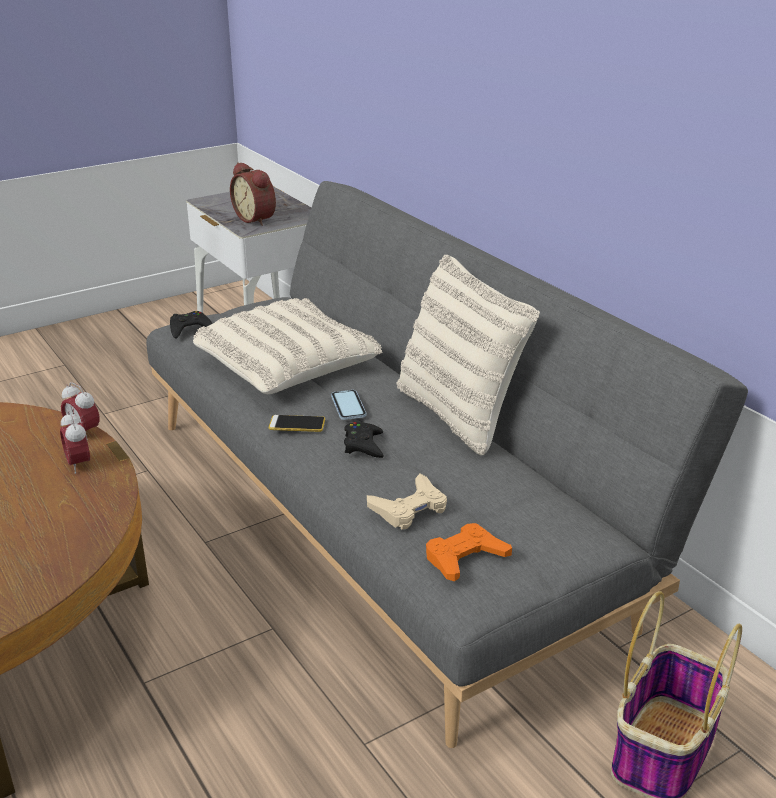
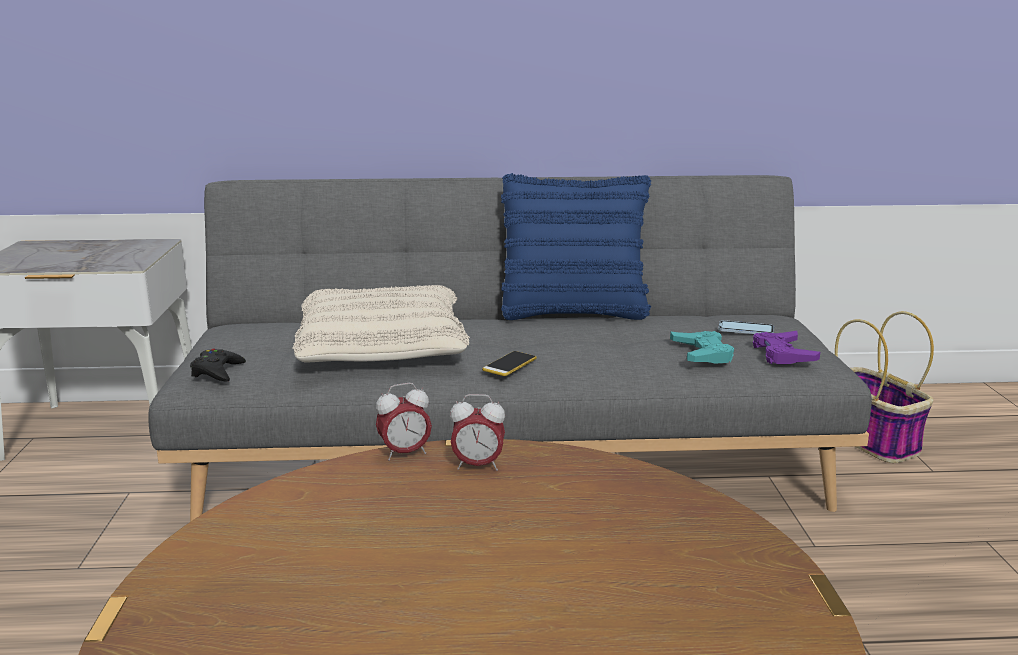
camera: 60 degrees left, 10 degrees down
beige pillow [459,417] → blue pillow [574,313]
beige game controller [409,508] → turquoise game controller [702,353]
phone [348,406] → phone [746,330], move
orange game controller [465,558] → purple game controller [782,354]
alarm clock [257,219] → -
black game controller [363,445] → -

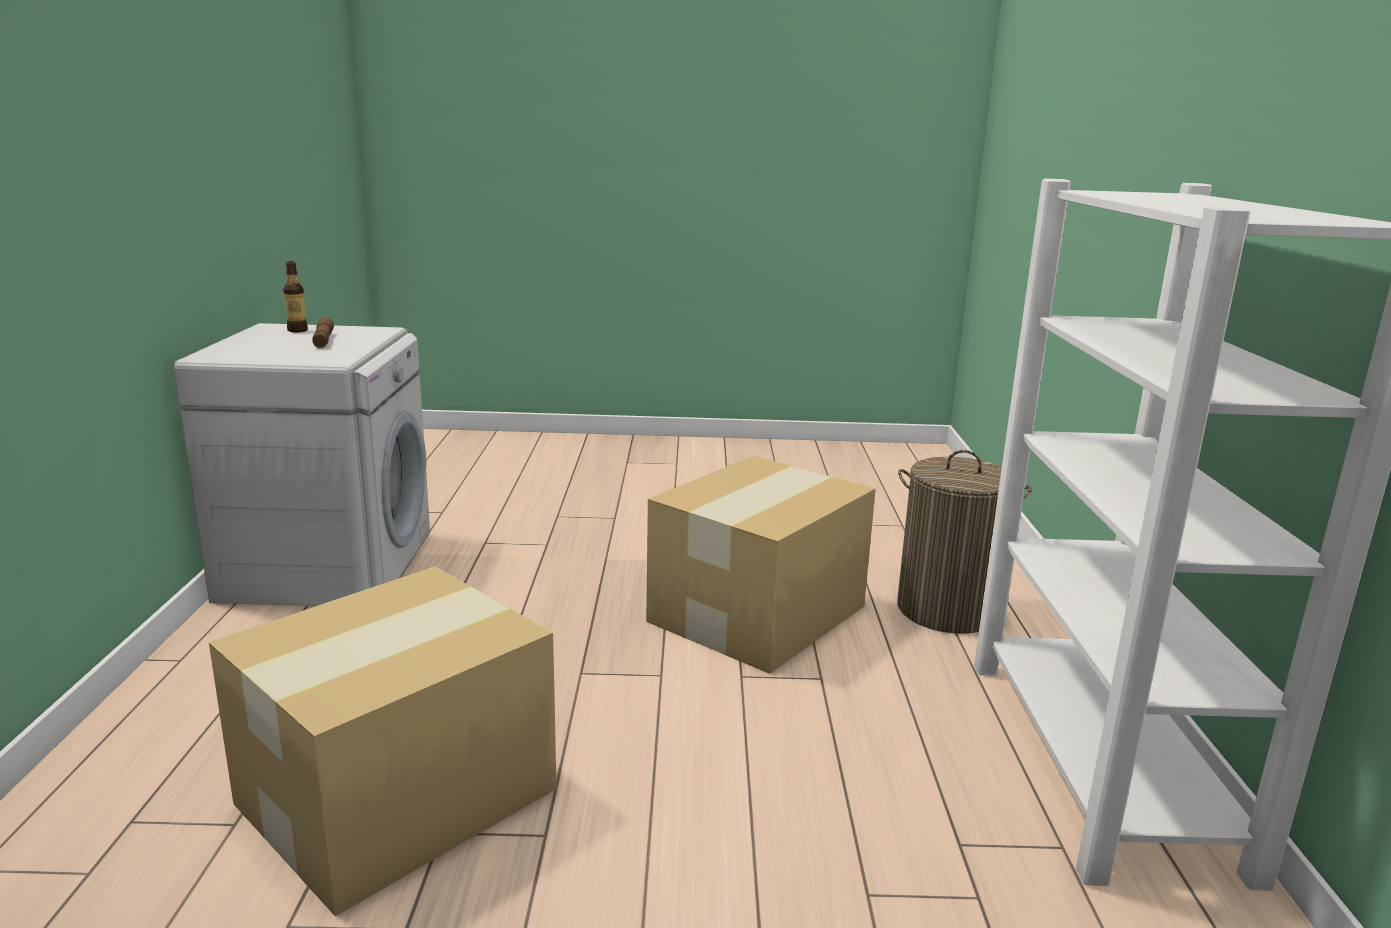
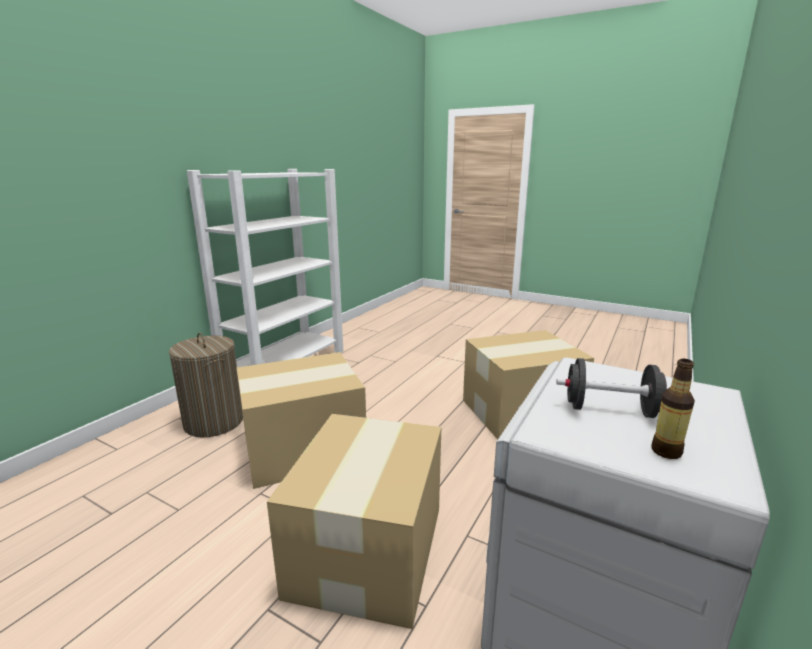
camera: 150 degrees left, 0 degrees up
- → cardboard box [366,551]
brown flashlight [323,340] → black dumbbell [610,410]

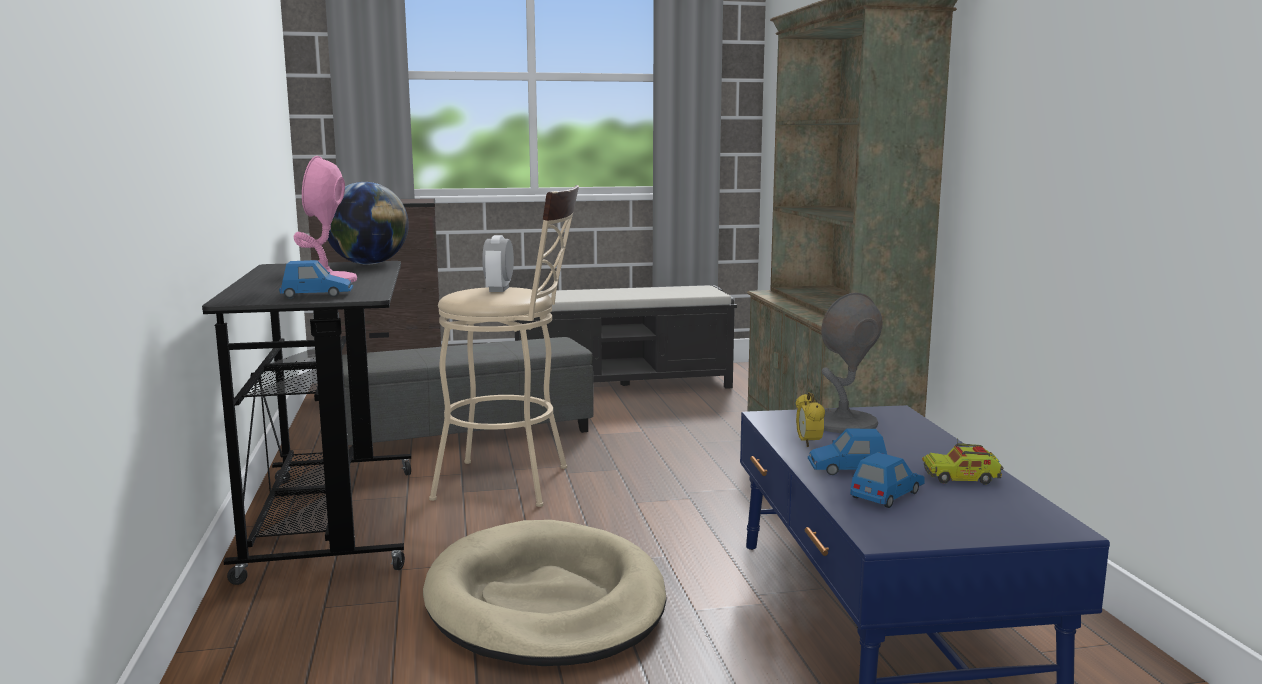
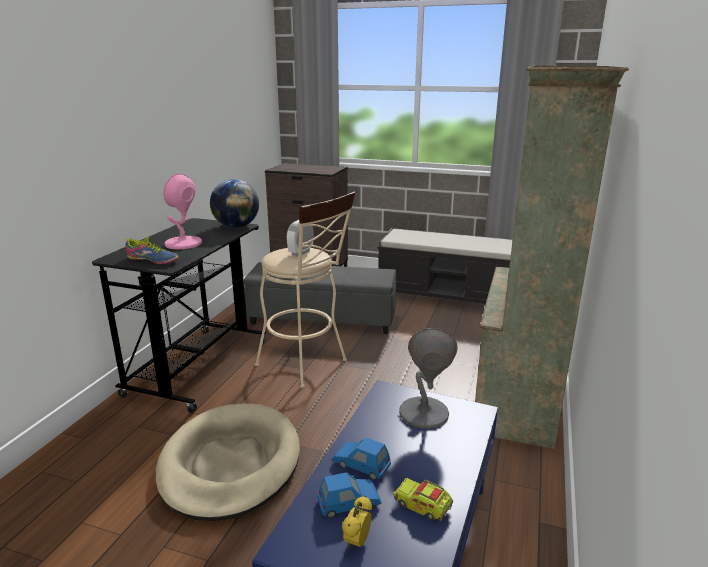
camera: 30 degrees right, 10 degrees up
blue toy car [317,295] → shoe [153,260]
alarm clock [808,443] → alarm clock [357,542], move

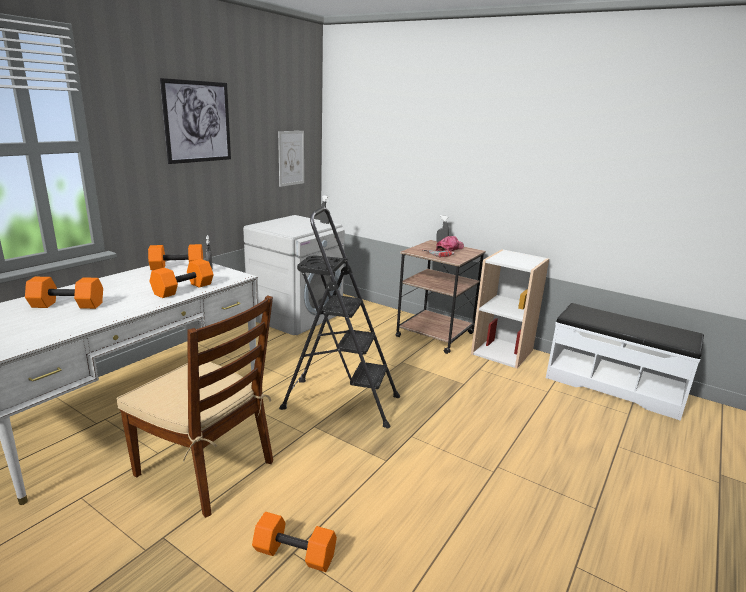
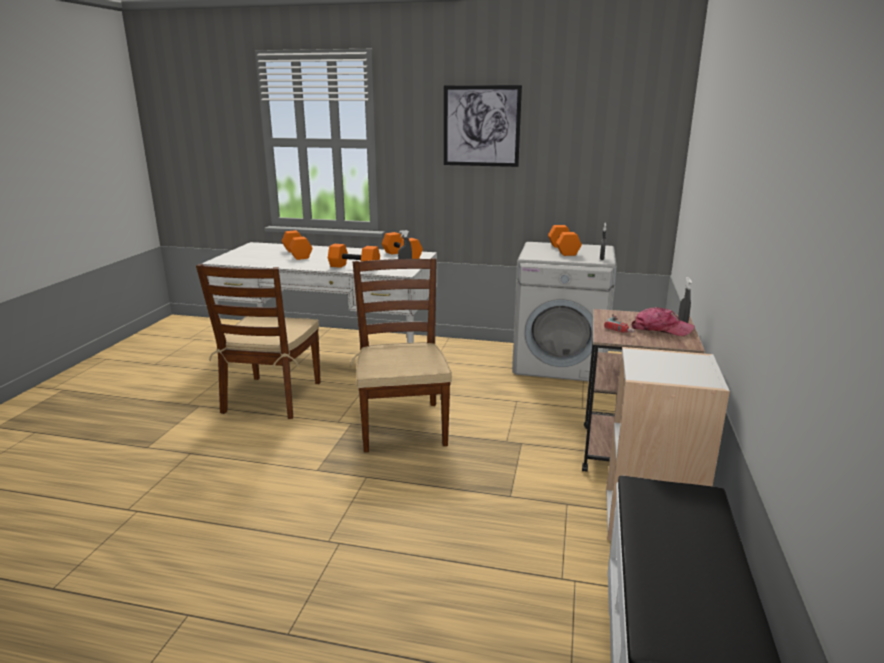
camera: 70 degrees right, 0 degrees up
step ladder [339,401] → brown chair [402,425]
orange dumbbell [296,553] → orange dumbbell [564,250], move
picture [291,158] → -

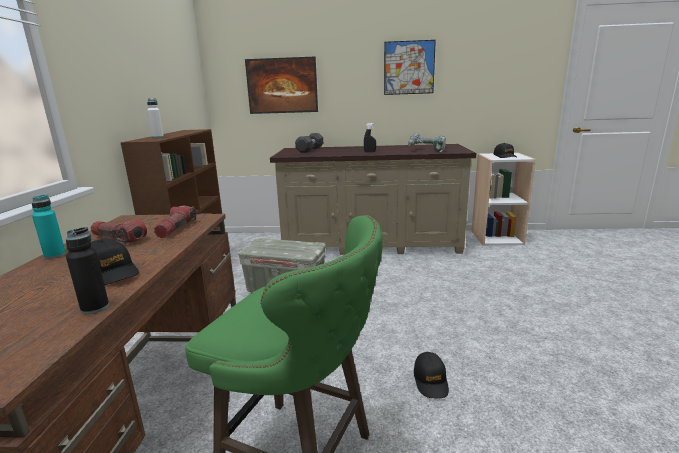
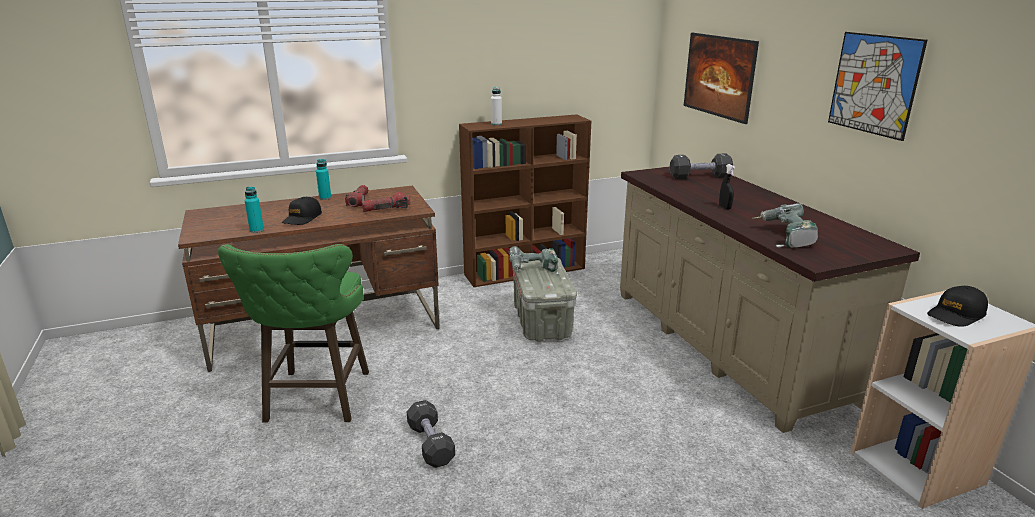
camera: 65 degrees right, 5 degrees up
black bottle [95,308] → turquoise bottle [256,230]
black cap [431,380] → black dumbbell [430,444]
- → power drill [533,271]

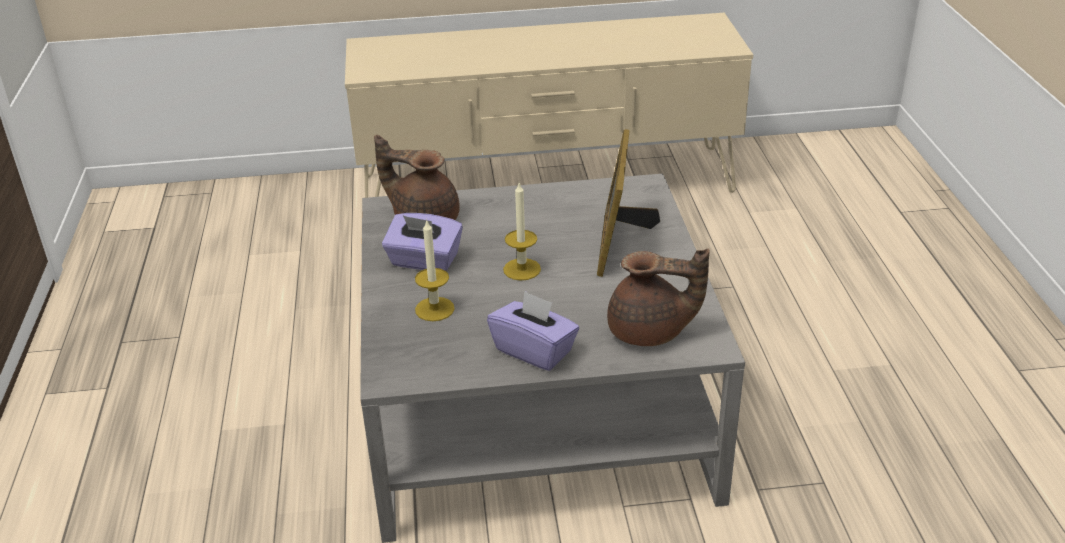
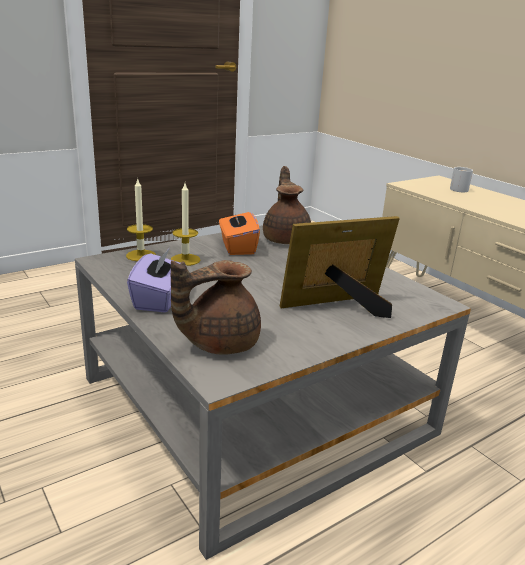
camera: 60 degrees right, 10 degrees down
candle [522,269] → candle [141,255], move
brown teapot [650,332] → brown teapot [218,342], 75 degrees clockwise
purple tissue box [424,261] → orange tissue box [237,247]
- → white mug [458,188]

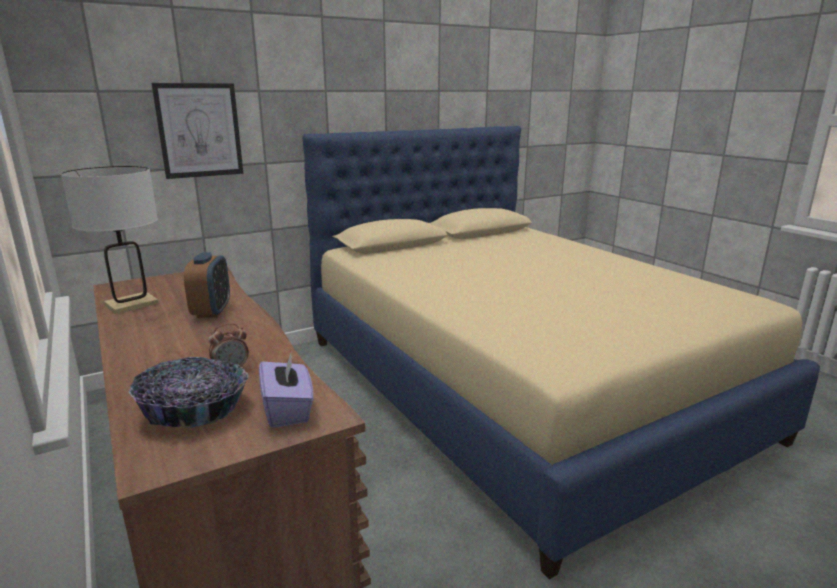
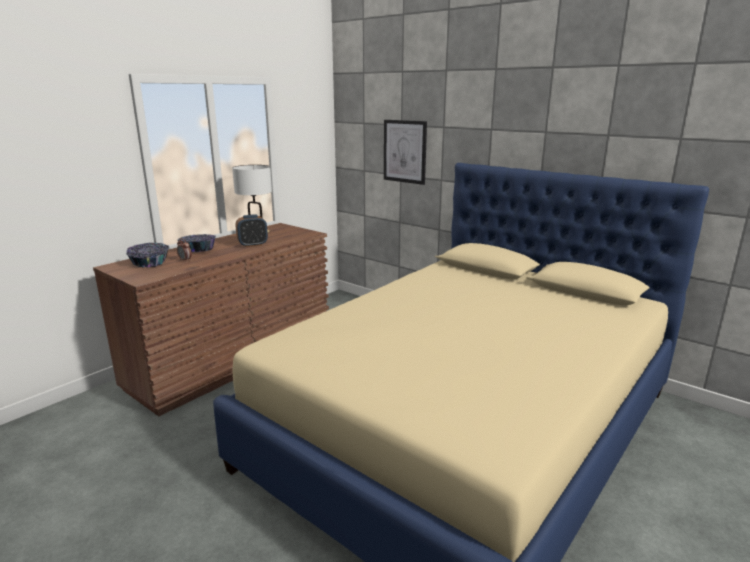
camera: 70 degrees right, 0 degrees up
- → bowl [198,250]
purple tissue box [288,410] → -

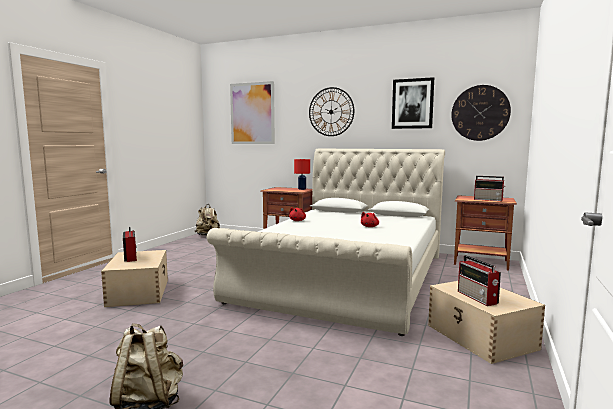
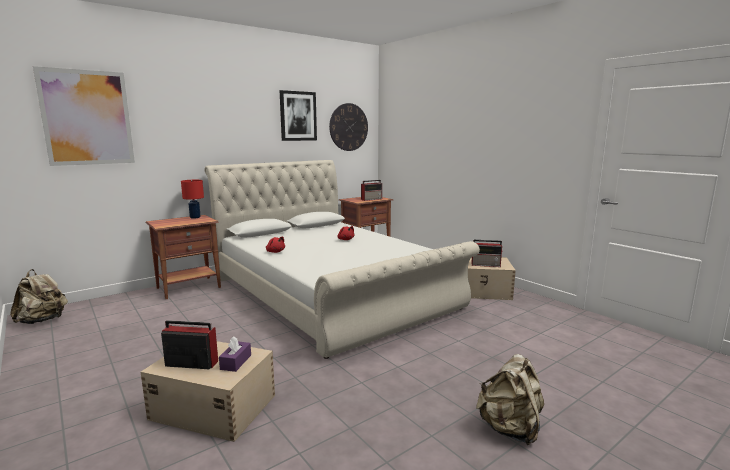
camera: 60 degrees left, 5 degrees up
- → purple tissue box [236,362]
wall clock [331,112] → -

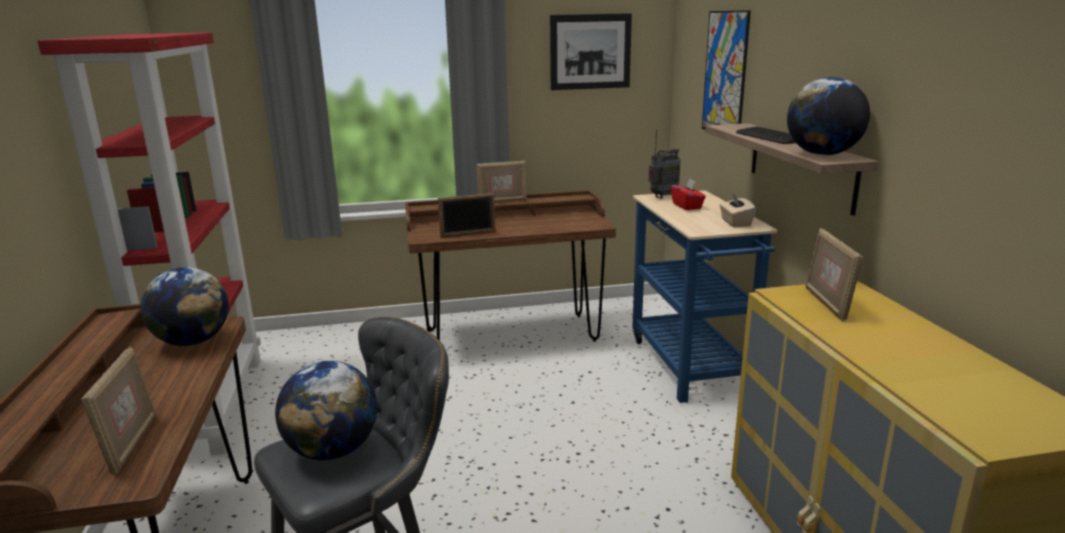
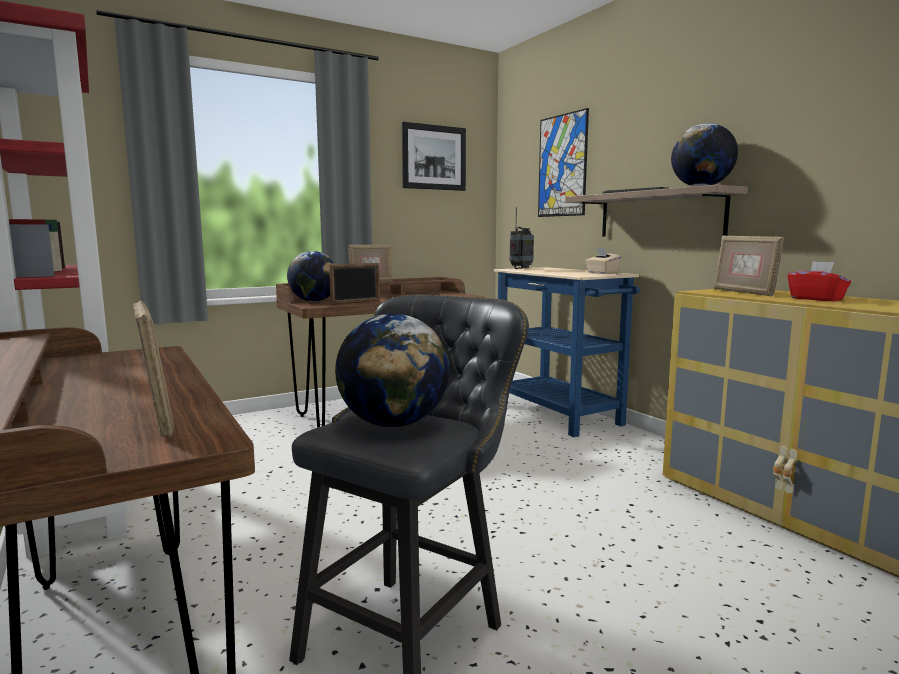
camera: 20 degrees left, 10 degrees down
globe [193,341] → globe [314,301], move
red tissue box [687,206] → red tissue box [816,299], move

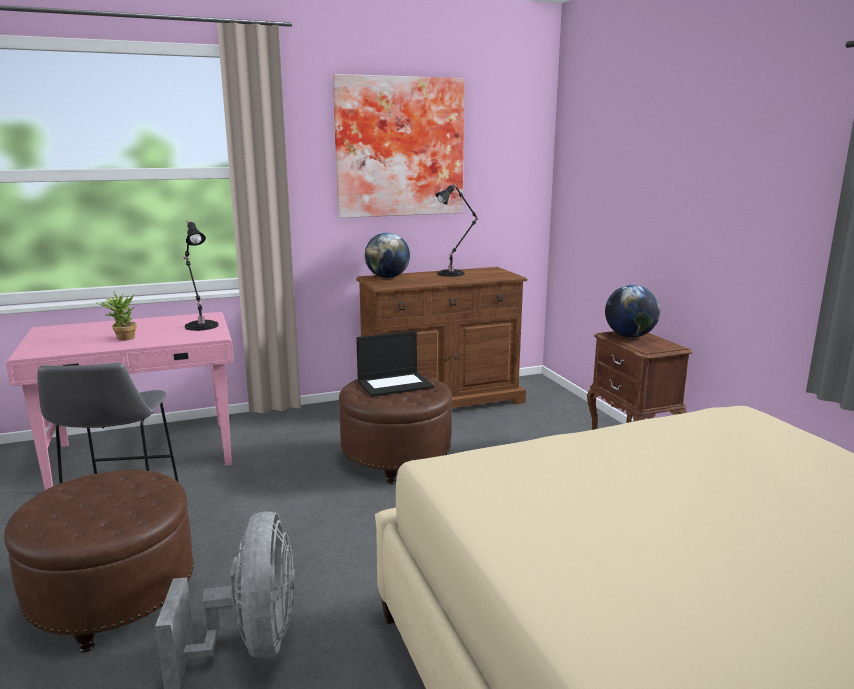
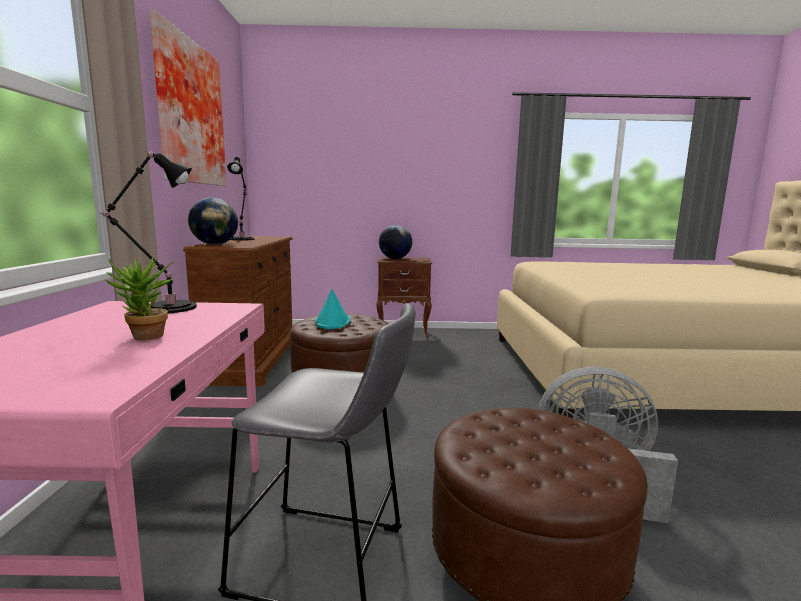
camera: 70 degrees left, 5 degrees down
laptop [395,384] → turquoise hat [332,322]

